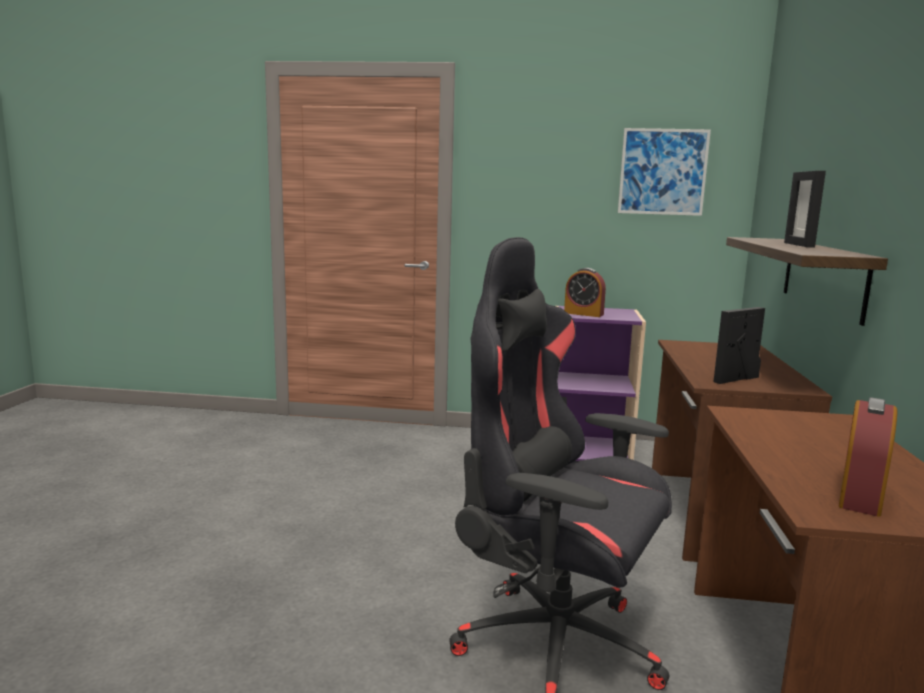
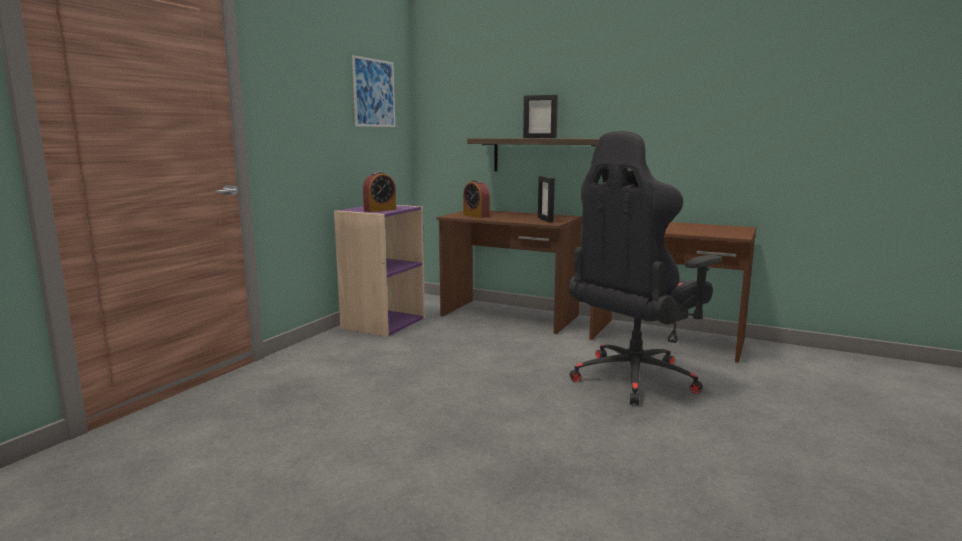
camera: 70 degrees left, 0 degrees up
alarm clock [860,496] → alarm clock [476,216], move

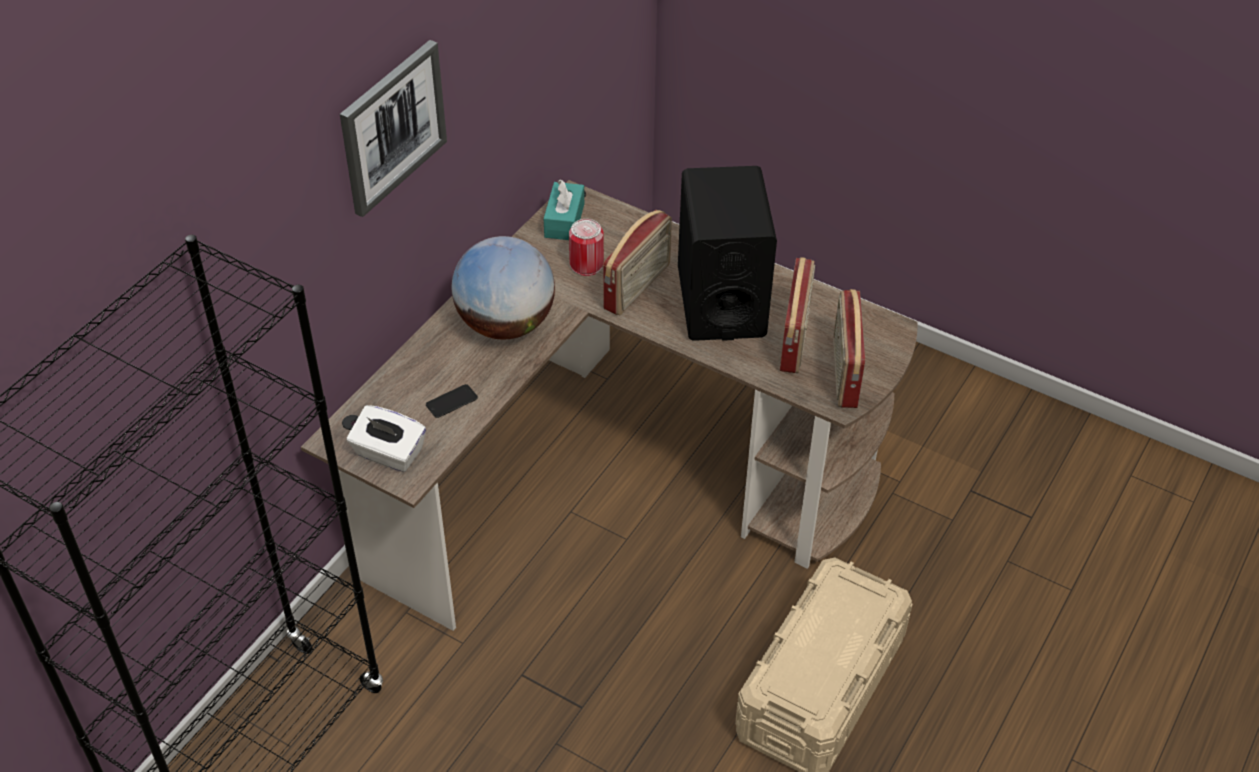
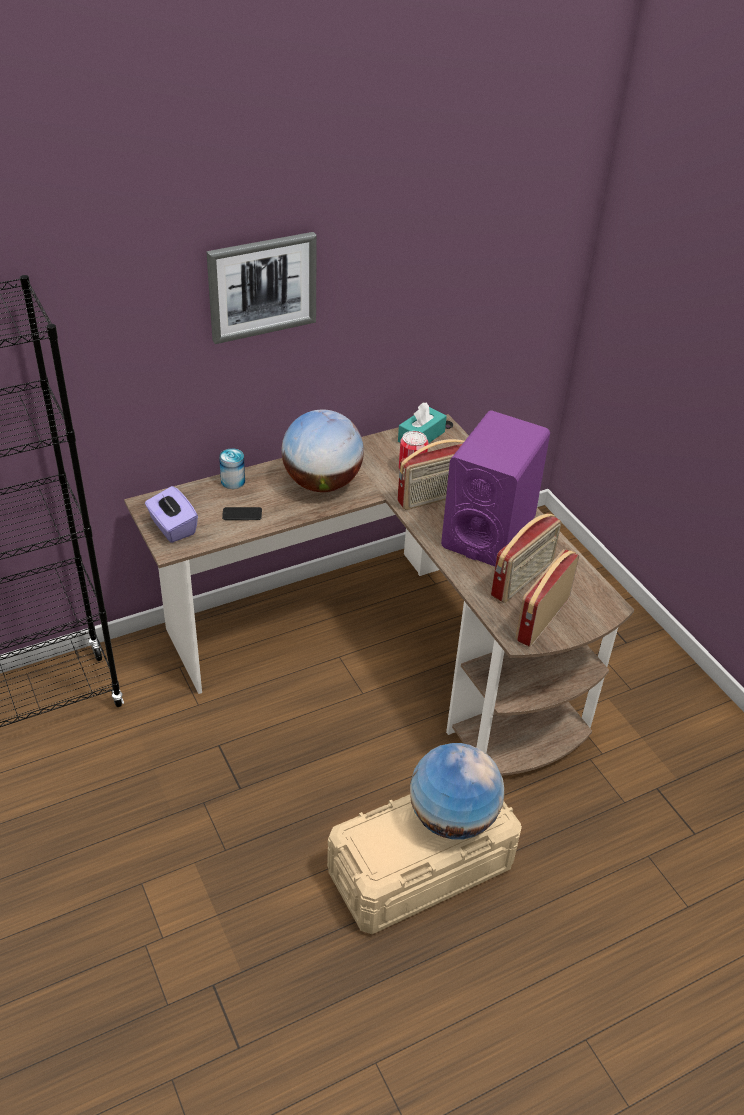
camera: 30 degrees right, 5 degrees down
white tissue box [388,454] → purple tissue box [172,527]
- → can [233,481]
- → globe [452,818]
black speaker [721,301] → purple speaker [488,532]

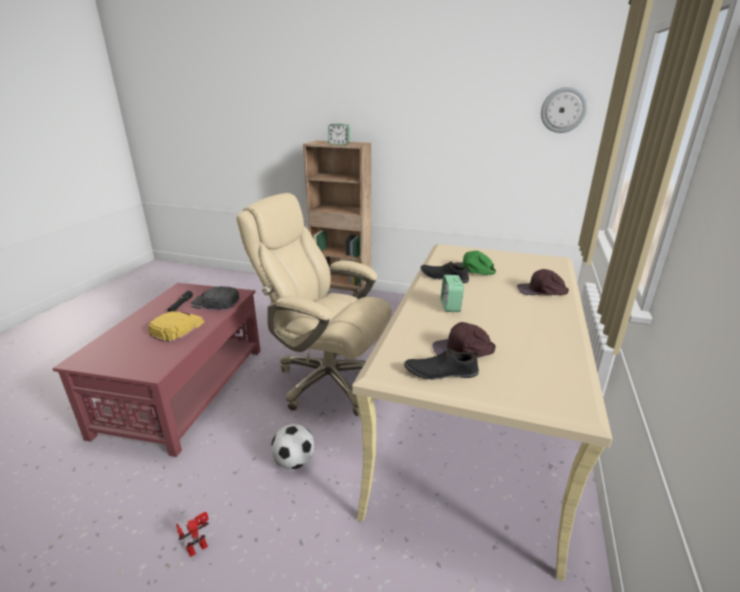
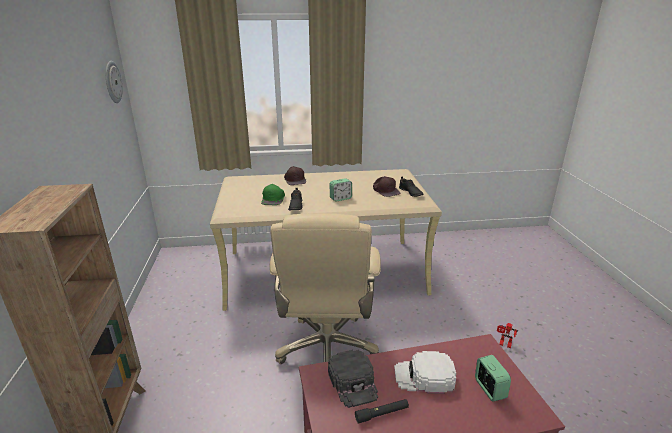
camera: 115 degrees left, 0 degrees up
yellow cap [177,328] → white cap [424,377]
alarm clock [339,144] → alarm clock [489,389], move
football [294,462] → -

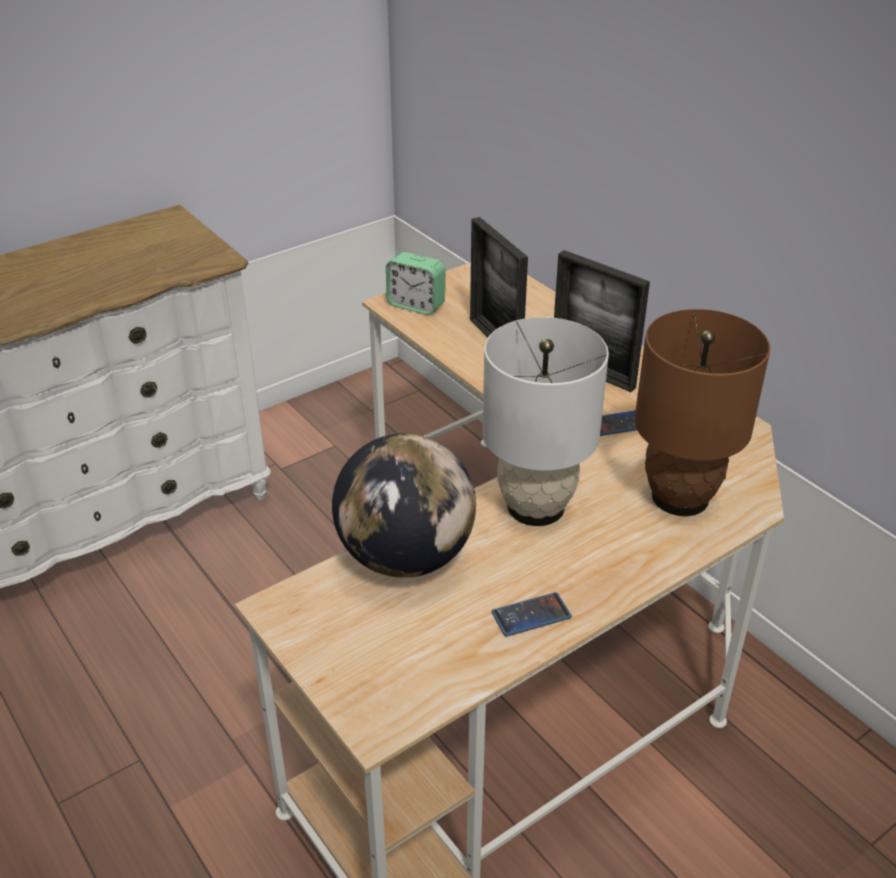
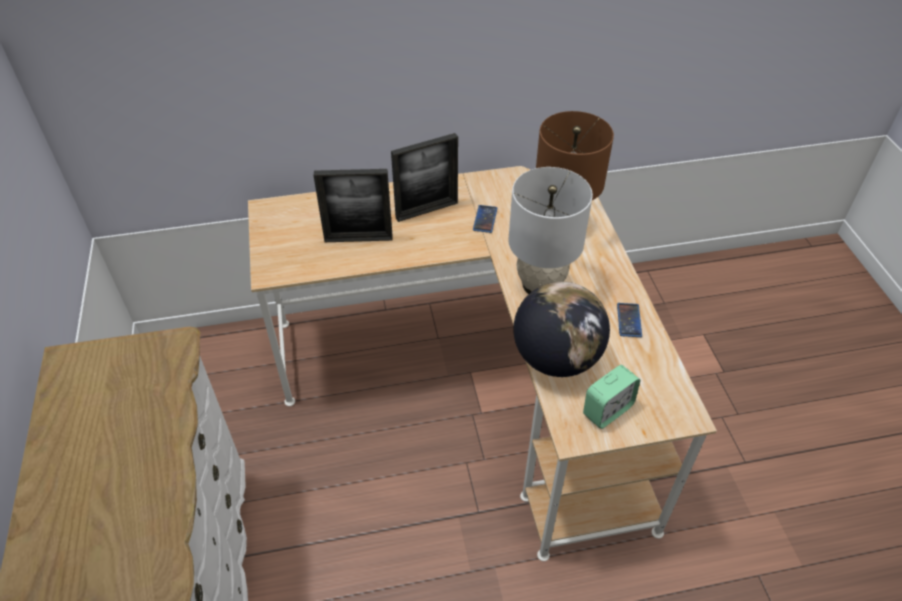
camera: 65 degrees left, 10 degrees up
alarm clock [416,305] → alarm clock [607,410], move

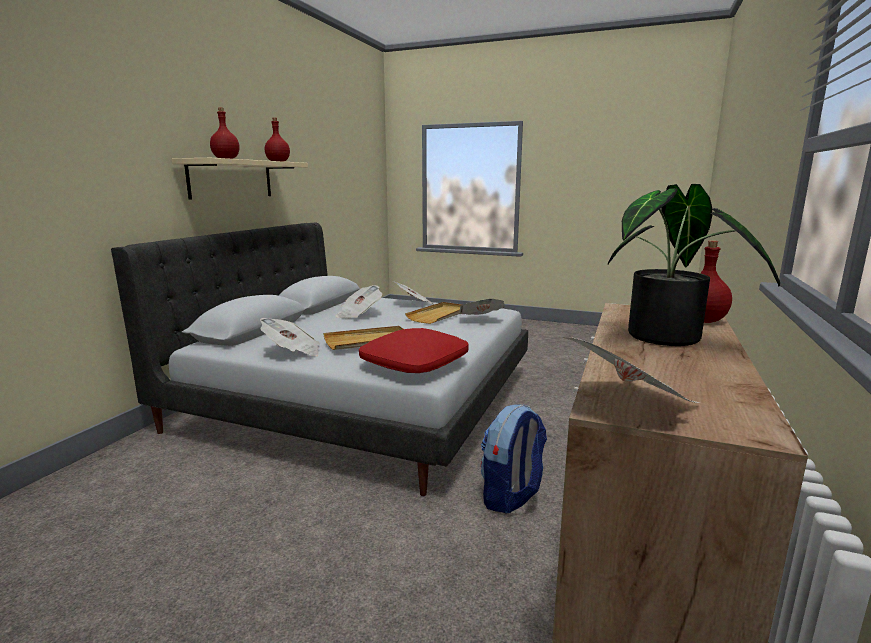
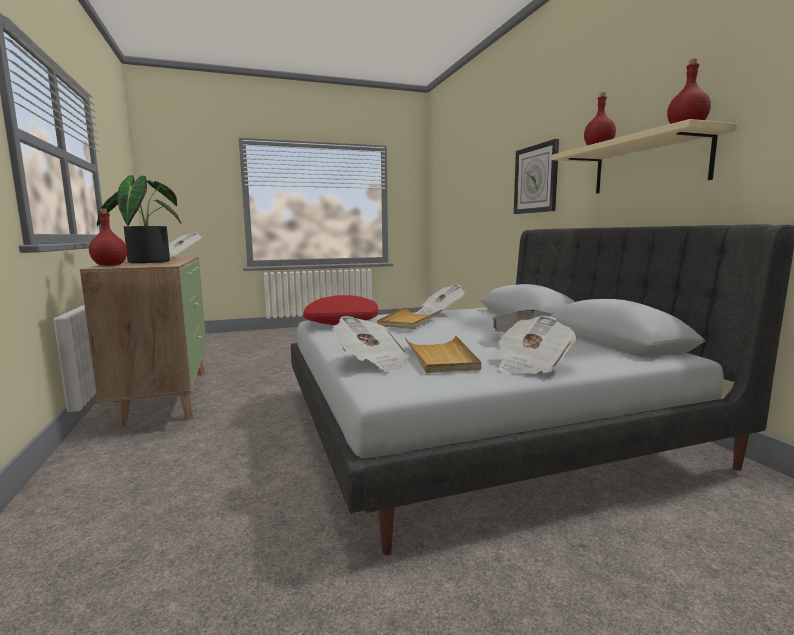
camera: 140 degrees right, 5 degrees down
- → wall clock [536,179]
backpack [511,496] → -

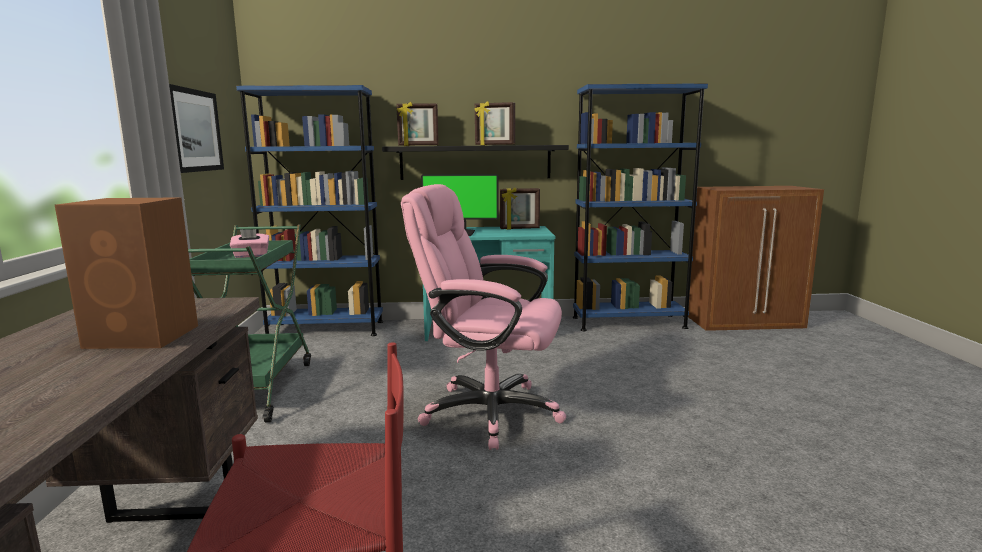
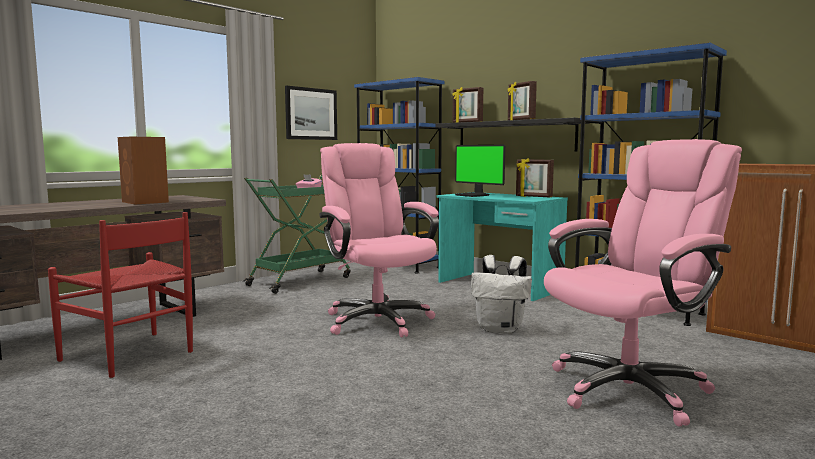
camera: 45 degrees right, 5 degrees down
- → white backpack [500,329]
- → pink office chair [628,389]

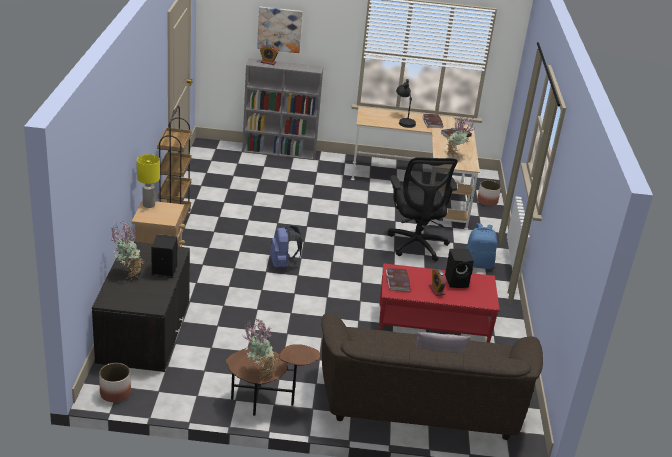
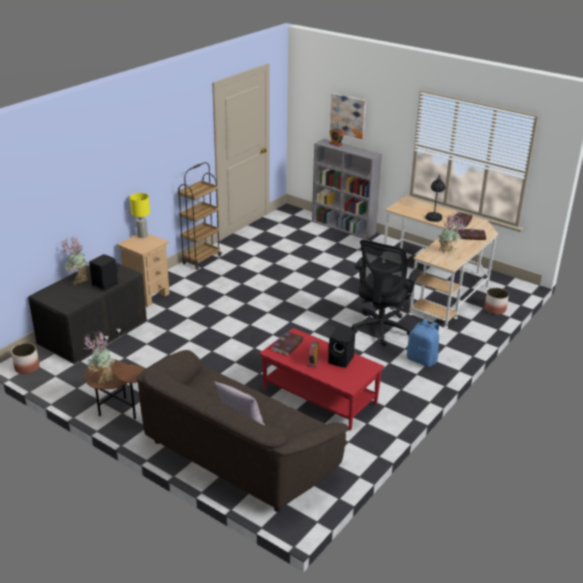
camera: 35 degrees right, 0 degrees up
blue backpack [283,264] → -

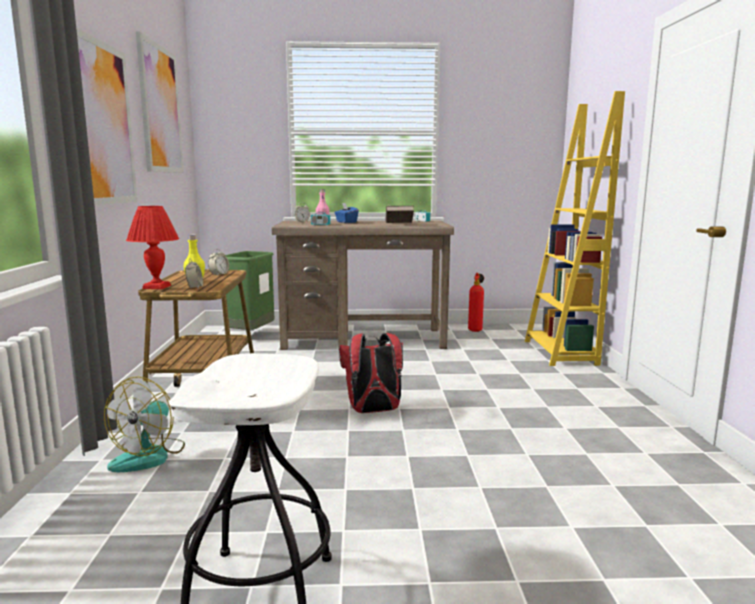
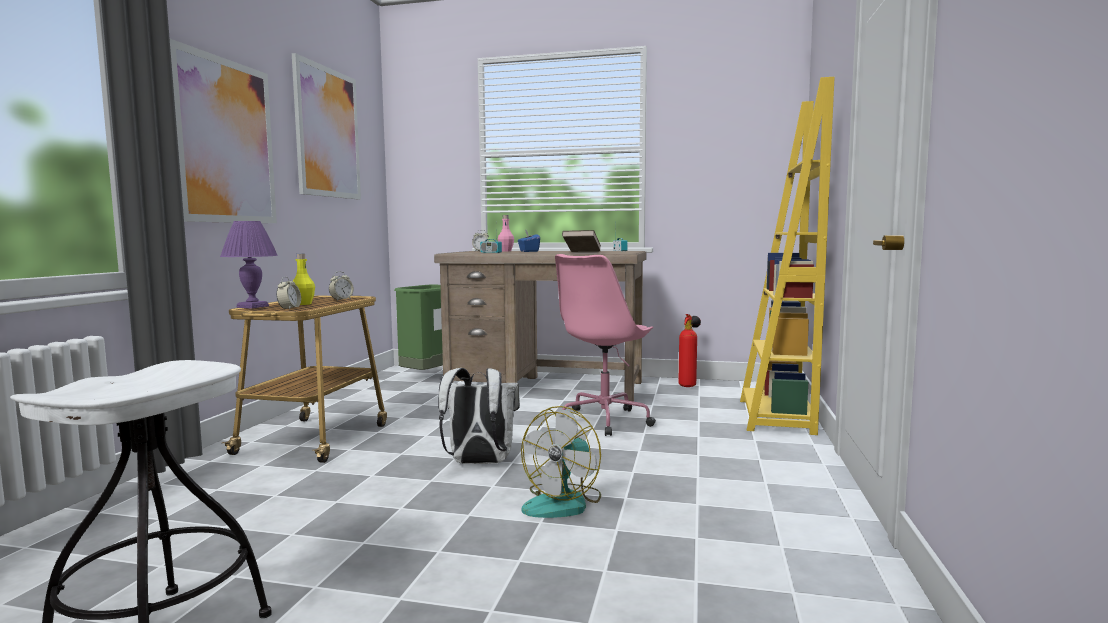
camera: 15 degrees right, 5 degrees down
red table lamp [157,287] → purple table lamp [252,307]
red backpack [373,411] → white backpack [479,463]
fan [149,456] → fan [564,502], move
- → pink office chair [603,421]

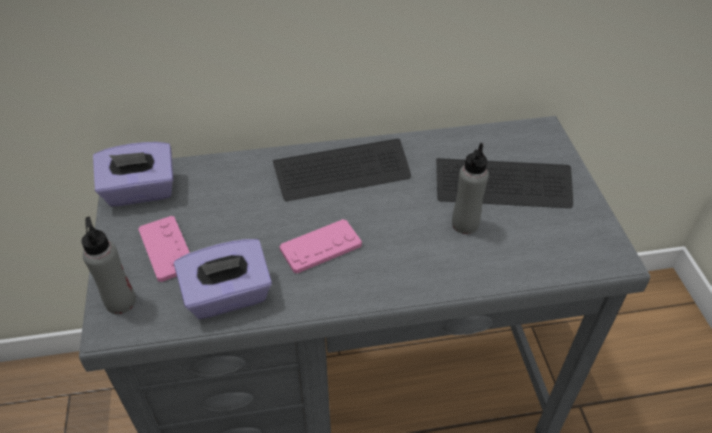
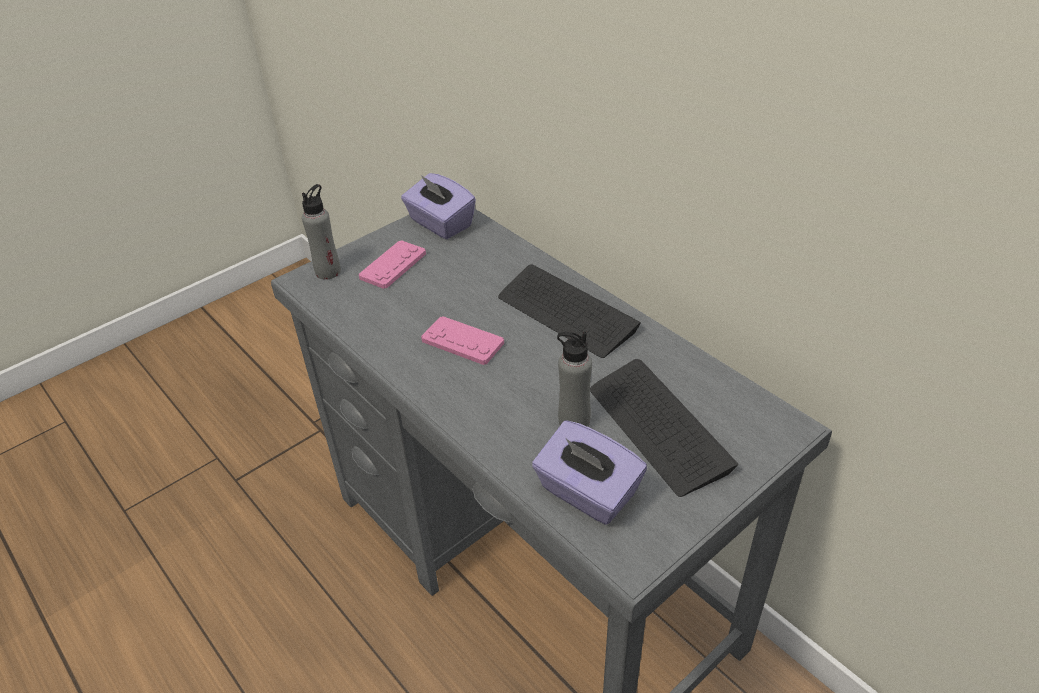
camera: 60 degrees right, 5 degrees down
purple tissue box [228,296] → purple tissue box [587,493], move

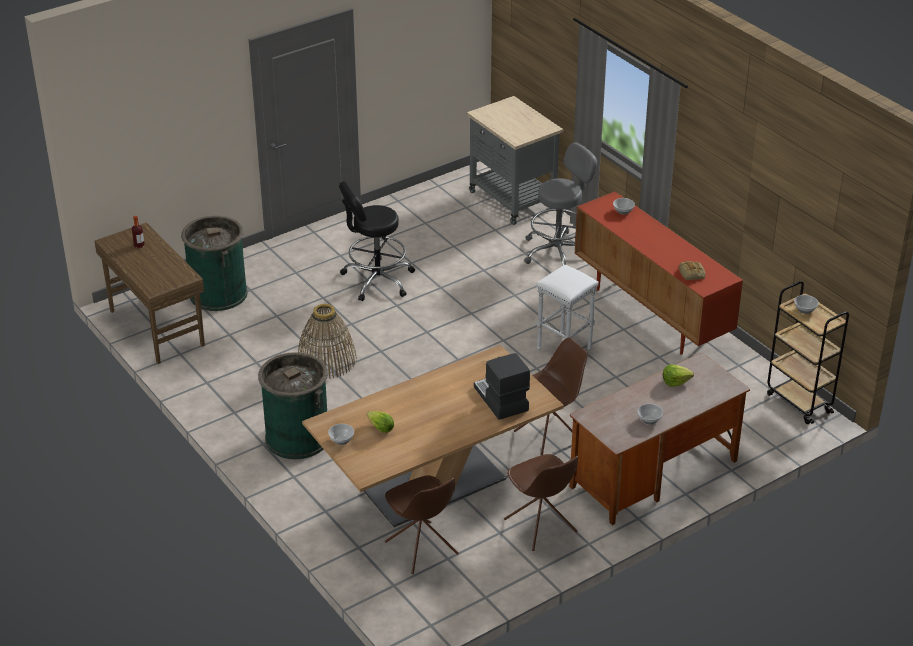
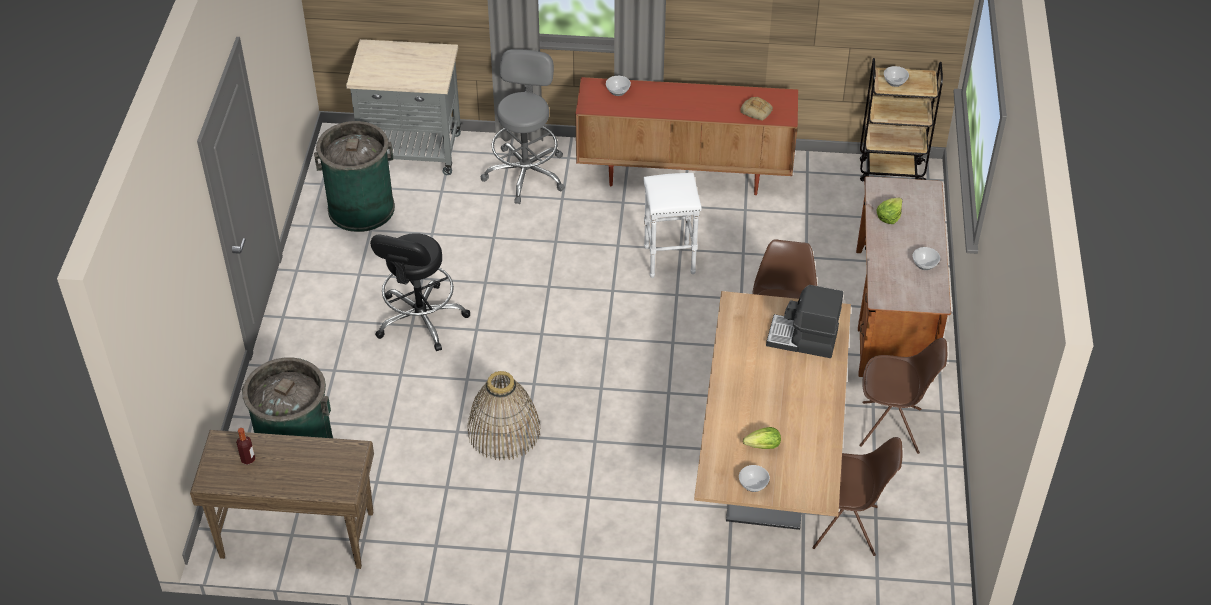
camera: 50 degrees left, 10 degrees up
green trash can [297,438] → green trash can [361,208], move

